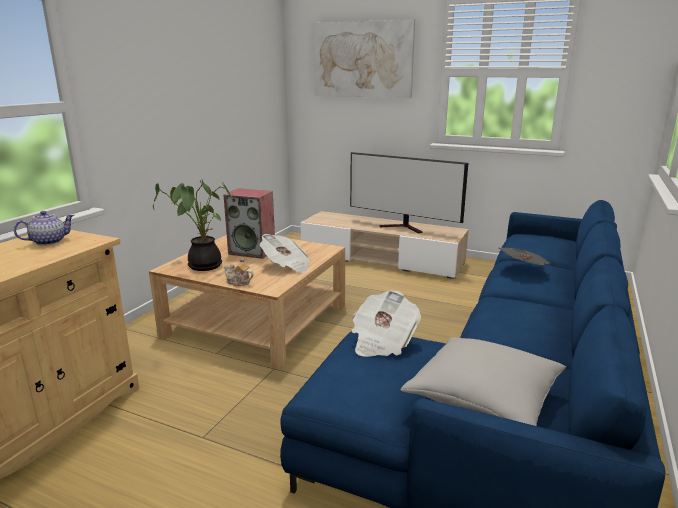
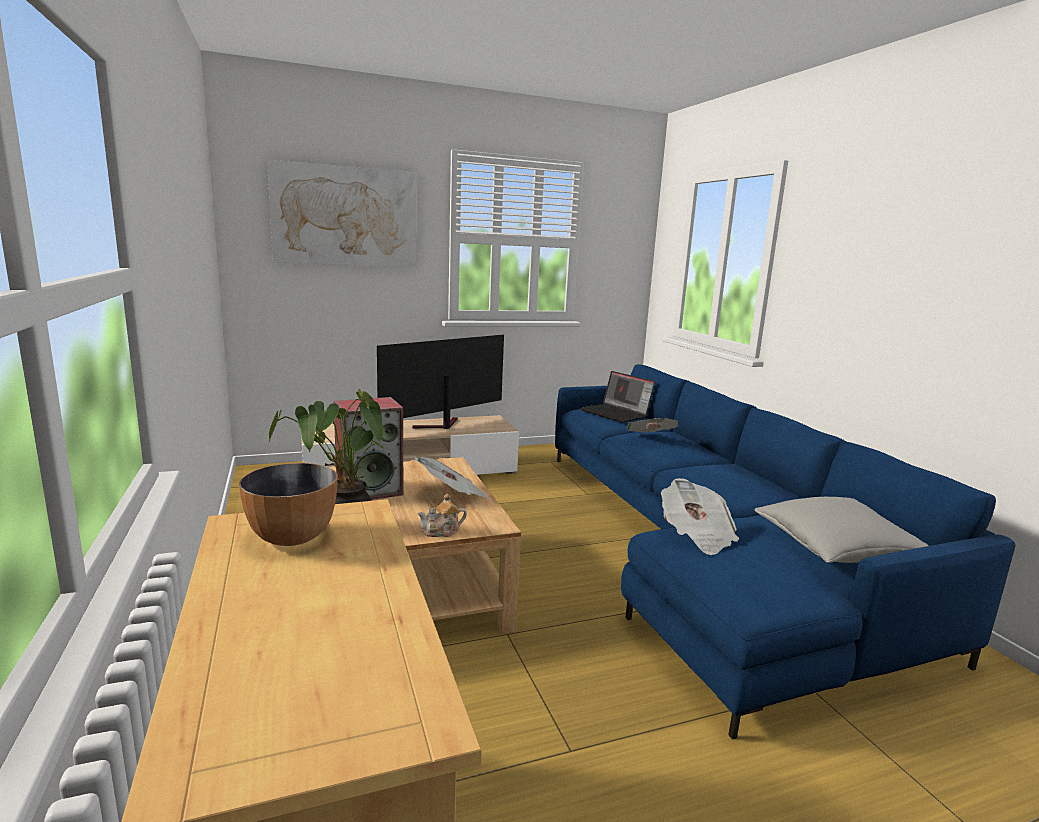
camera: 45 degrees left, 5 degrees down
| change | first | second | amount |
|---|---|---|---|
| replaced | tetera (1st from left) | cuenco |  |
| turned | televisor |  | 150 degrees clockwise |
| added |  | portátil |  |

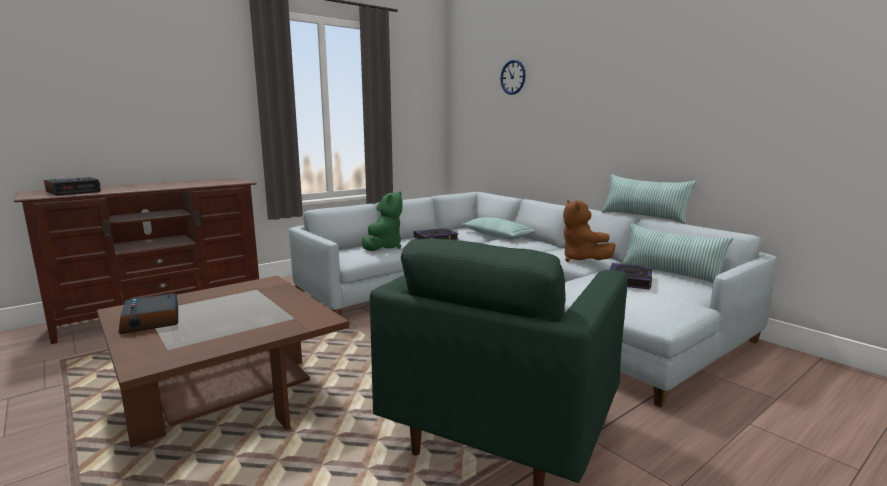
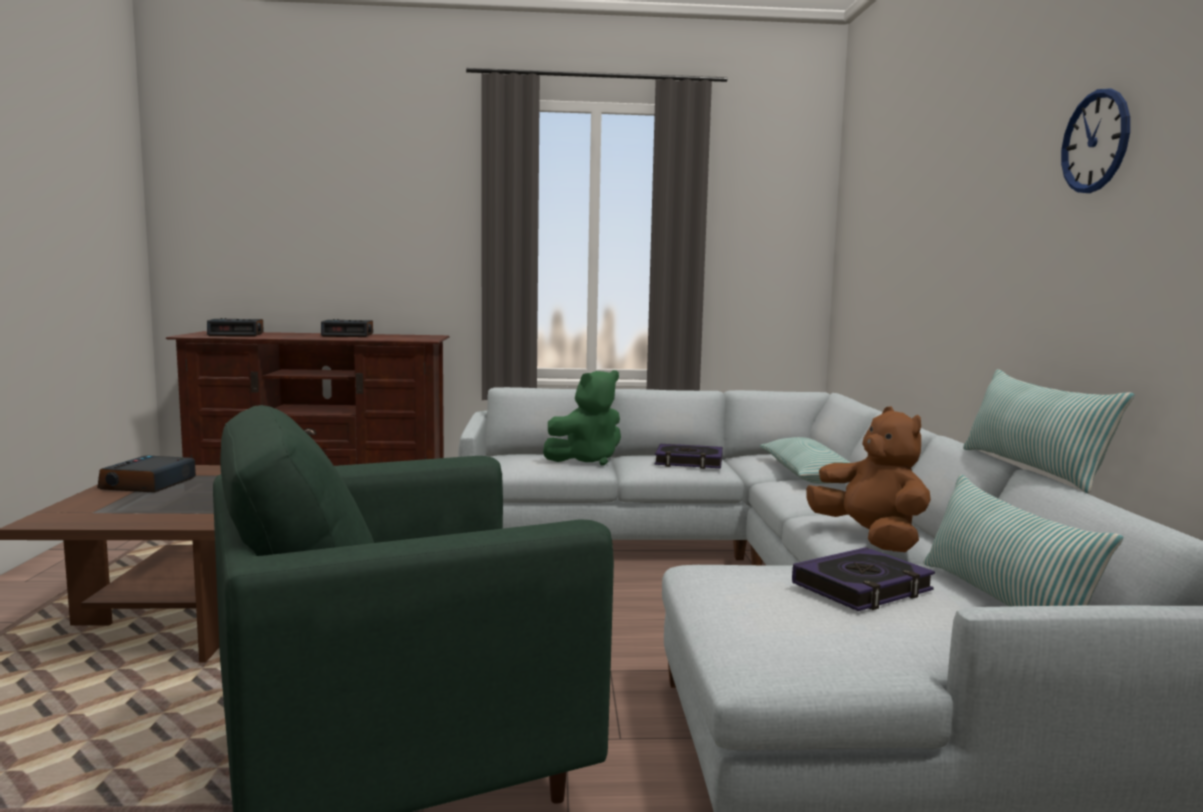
camera: 35 degrees right, 5 degrees down
| change | first | second | amount |
|---|---|---|---|
| added |  | despertador (3rd from left) |  |
| turned | peluche (marrón) |  | 135 degrees clockwise |
| moved | reloj de pared |  |  |

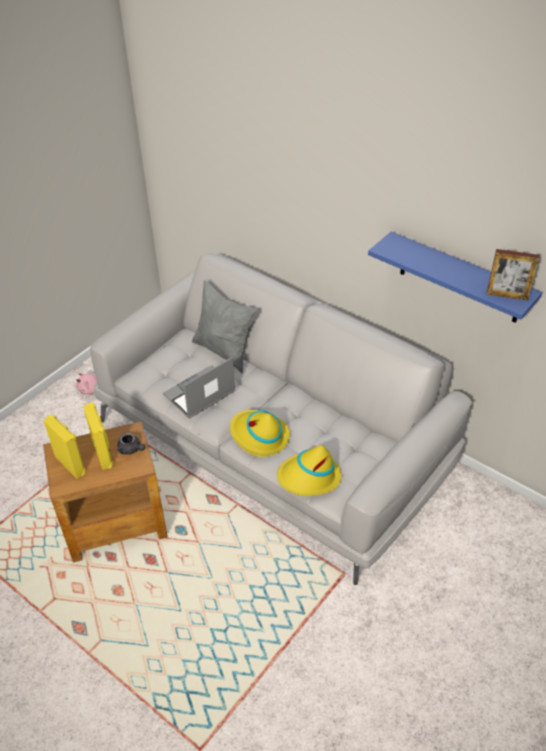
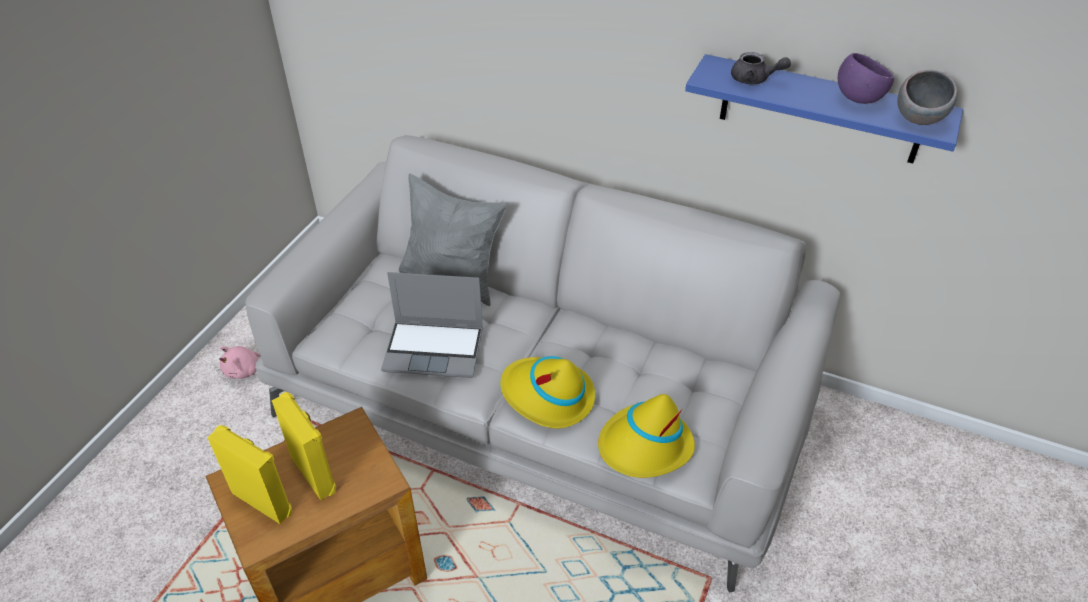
camera: 15 degrees left, 0 degrees up
| change | first | second | amount |
|---|---|---|---|
| turned | portátil |  | 120 degrees counterclockwise |
| moved | tetera (gris) |  |  |
| added |  | cuenco (morado) |  |
| replaced | portarretratos | cuenco (gris) |  |

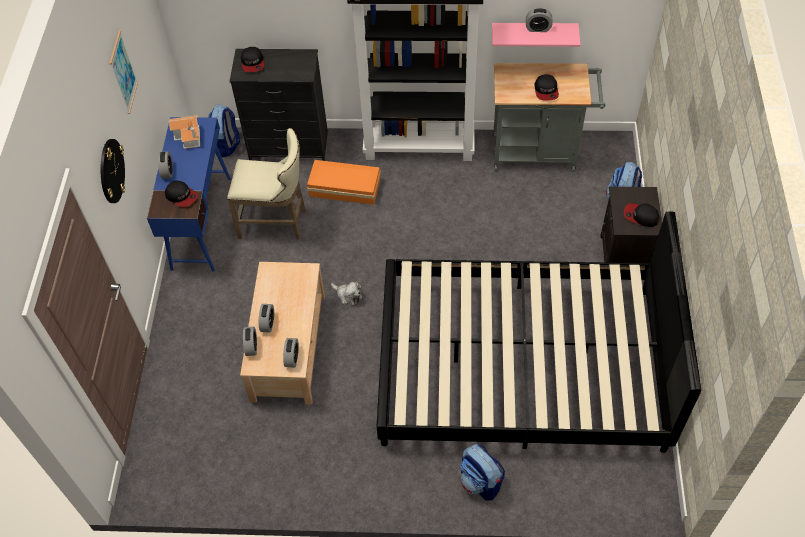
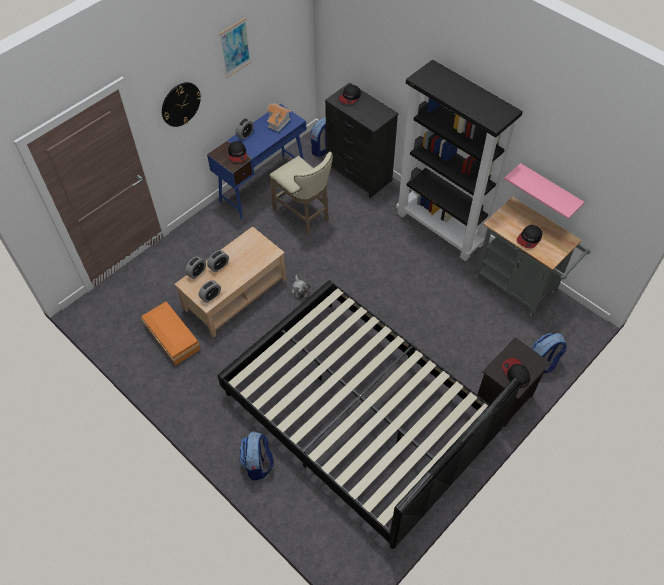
camera: 40 degrees right, 0 degrees up
| change | first | second | amount |
|---|---|---|---|
| moved | caja de almacenaje (naranja) |  |  |
| removed | despertador (5th from left) |  |  |

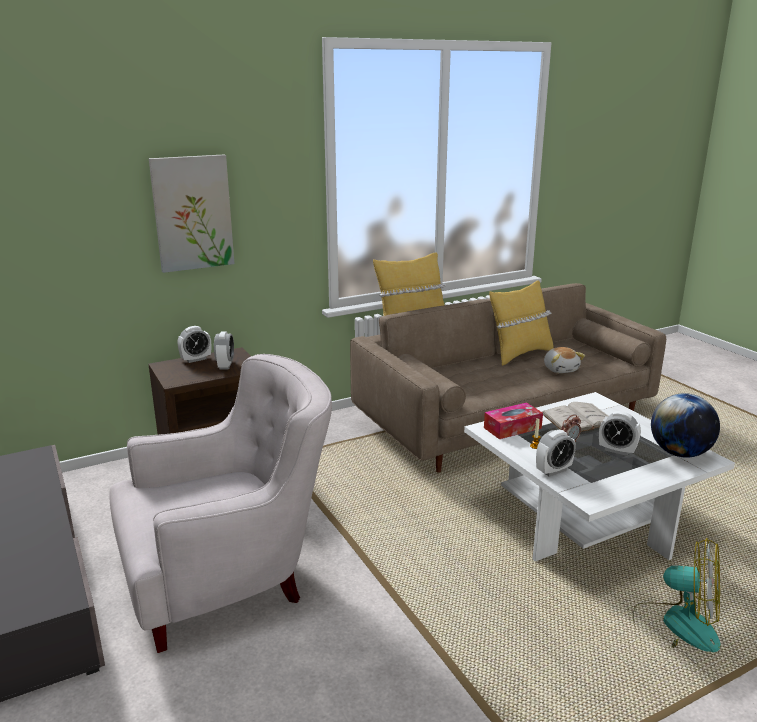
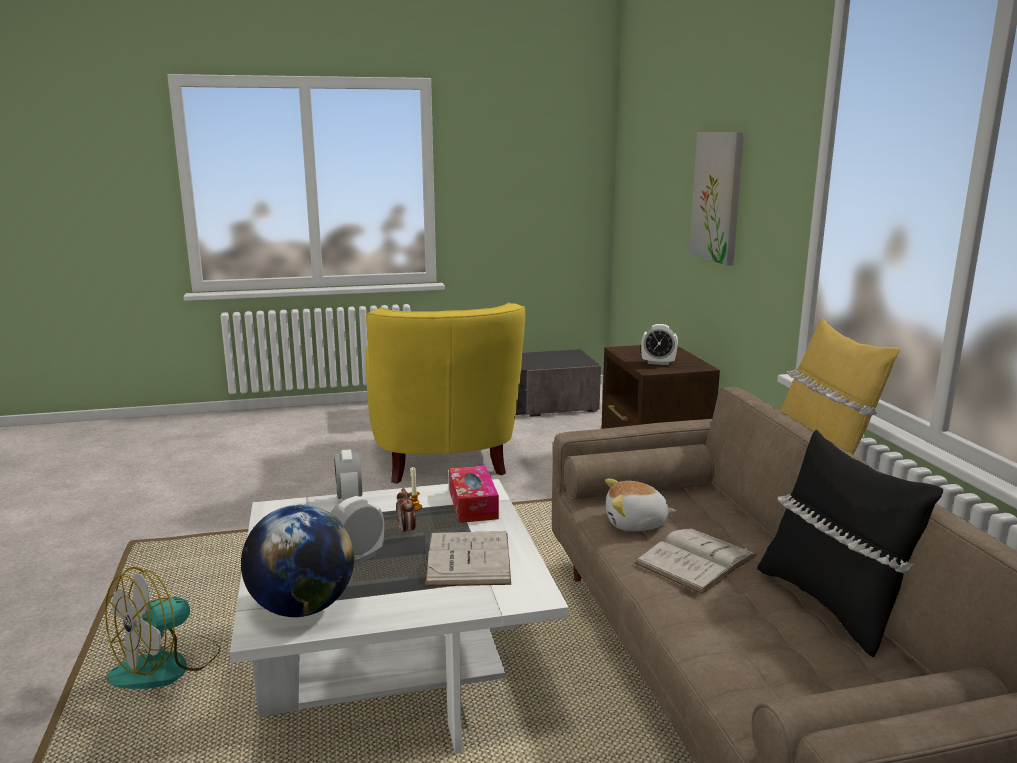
camera: 105 degrees right, 5 degrees down
| change | first | second | amount |
|---|---|---|---|
| recoloured | sillón (blanco) | sillón (amarillo) |  |
| moved | peluche |  |  |
| added |  | libro (blanco) (2nd from left) |  |
| recoloured | cojín (amarillo) (2nd from left) | cojín (negro) |  |
| removed | despertador (1st from left) |  |  |

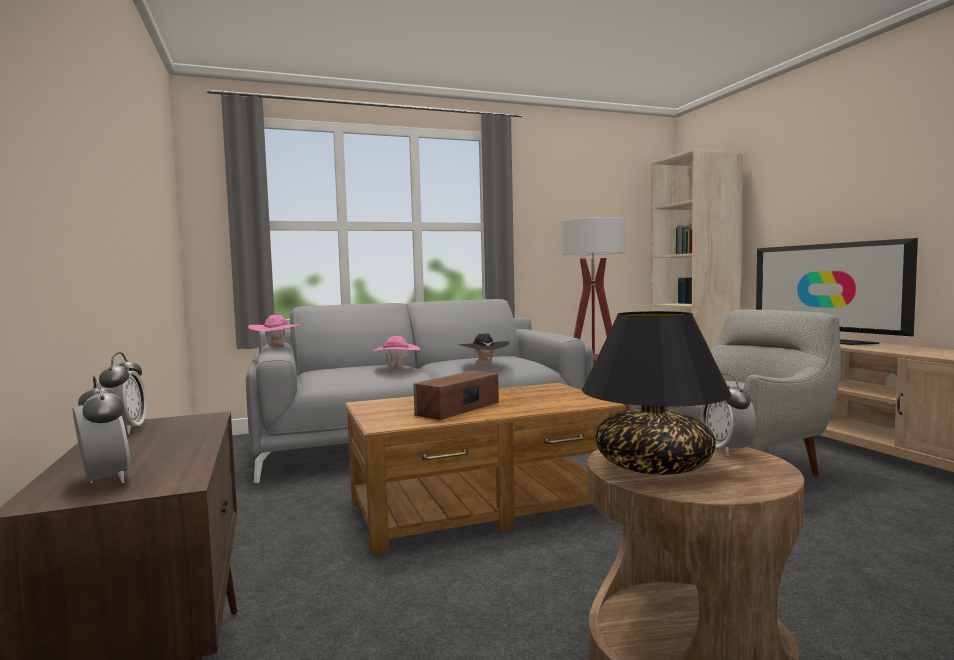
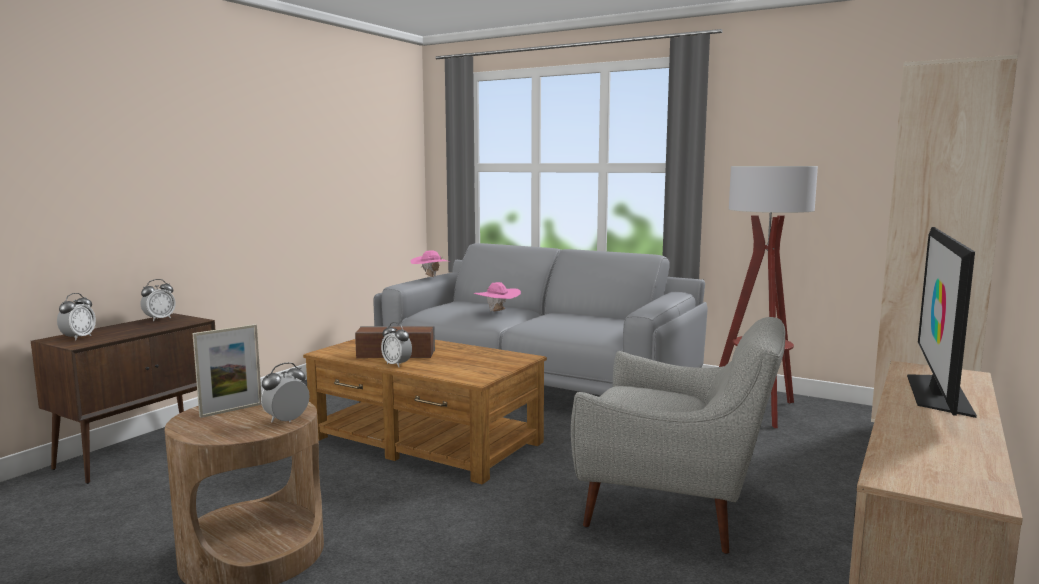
camera: 50 degrees right, 5 degrees up
| change | first | second | amount |
|---|---|---|---|
| replaced | lámpara de mesa (negro) | portarretratos |  |
| added |  | despertador (4th from left) |  |
| removed | sombrero (negro) |  |  |

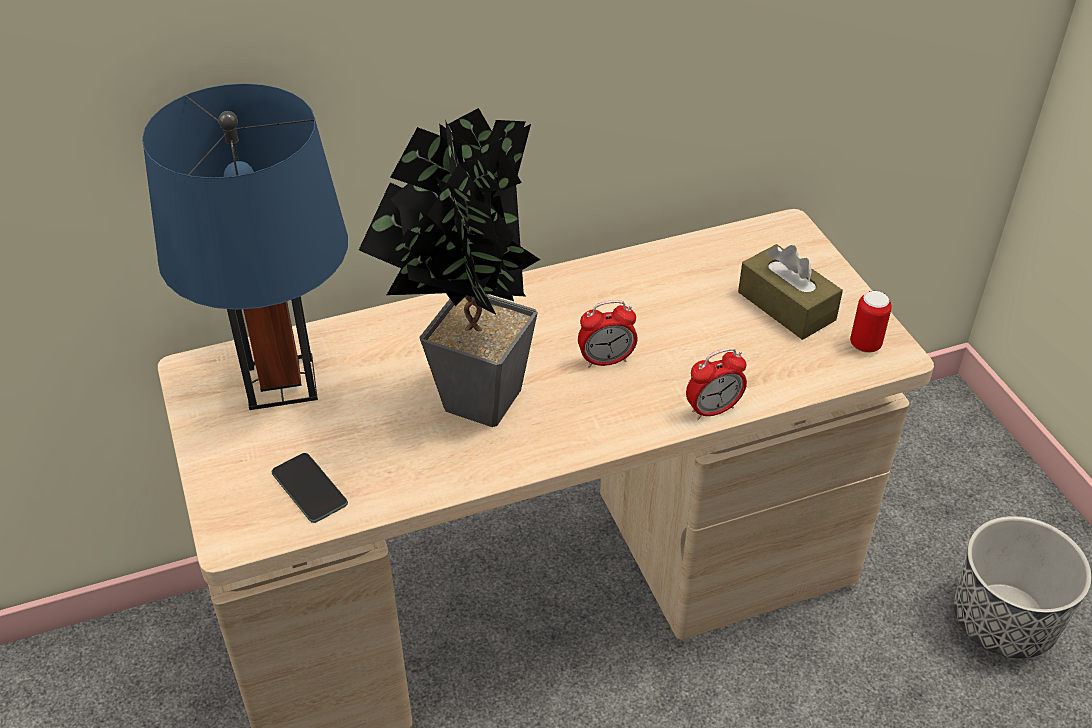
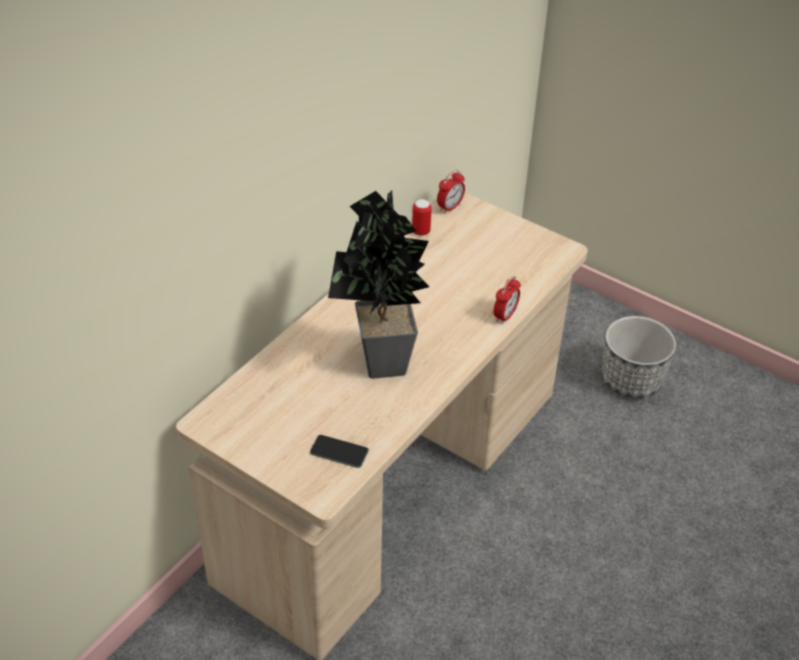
camera: 35 degrees left, 0 degrees up
| change | first | second | amount |
|---|---|---|---|
| moved | lata |  |  |
| moved | despertador (1st from left) |  |  |
| removed | lámpara de mesa (azul) |  |  |
| removed | caja de pañuelos (marrón) |  |  |

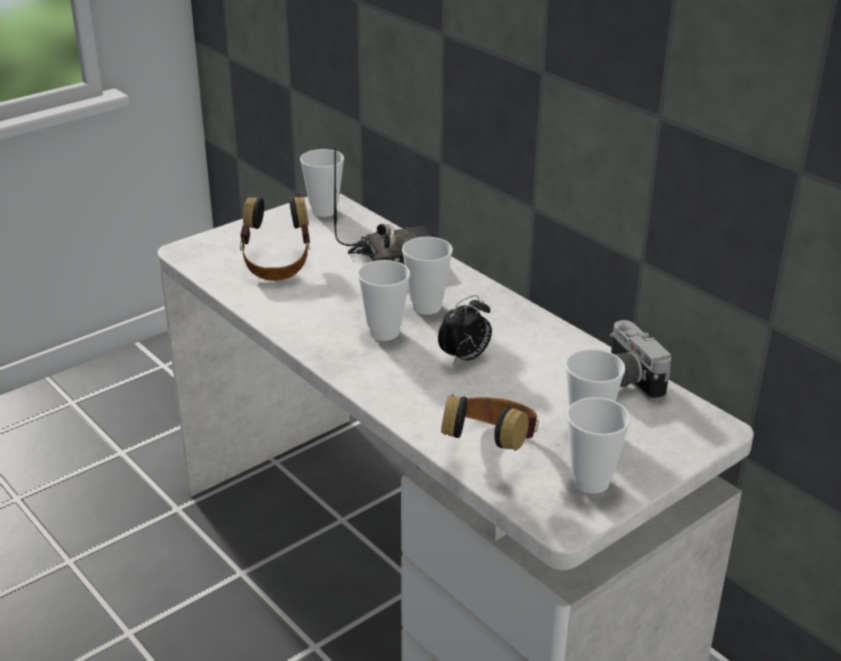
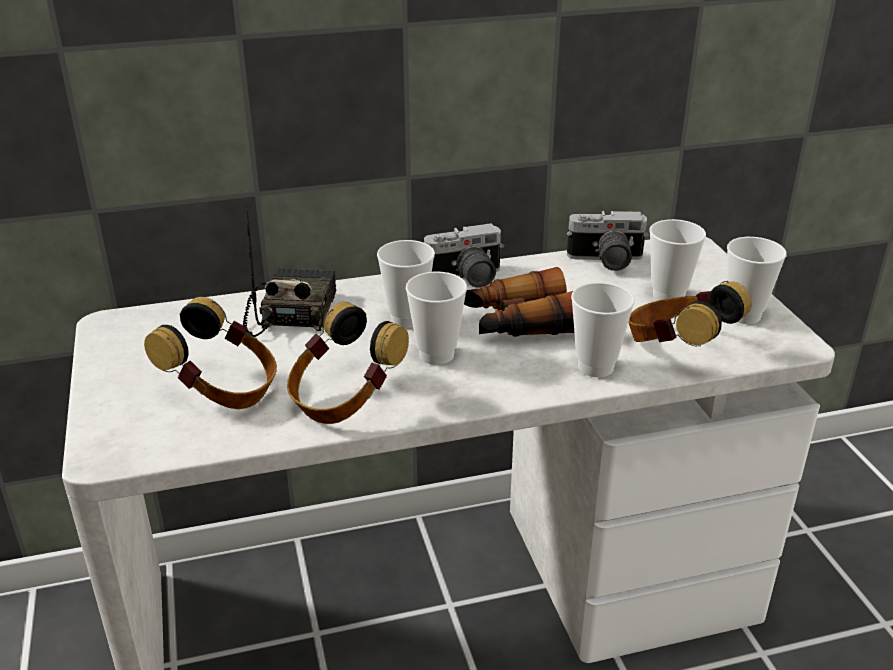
camera: 65 degrees left, 0 degrees up
| change | first | second | amount |
|---|---|---|---|
| added |  | auriculares (2nd from left) |  |
| added |  | cámara (1st from left) |  |
| replaced | despertador | prismáticos |  |
| moved | taza (1st from left in the first image) | taza (3rd from left) |  |

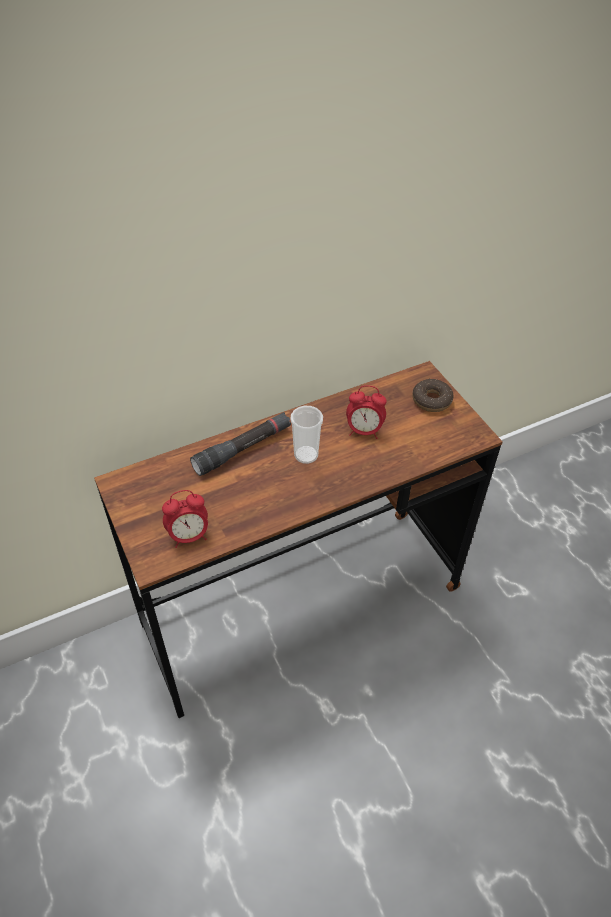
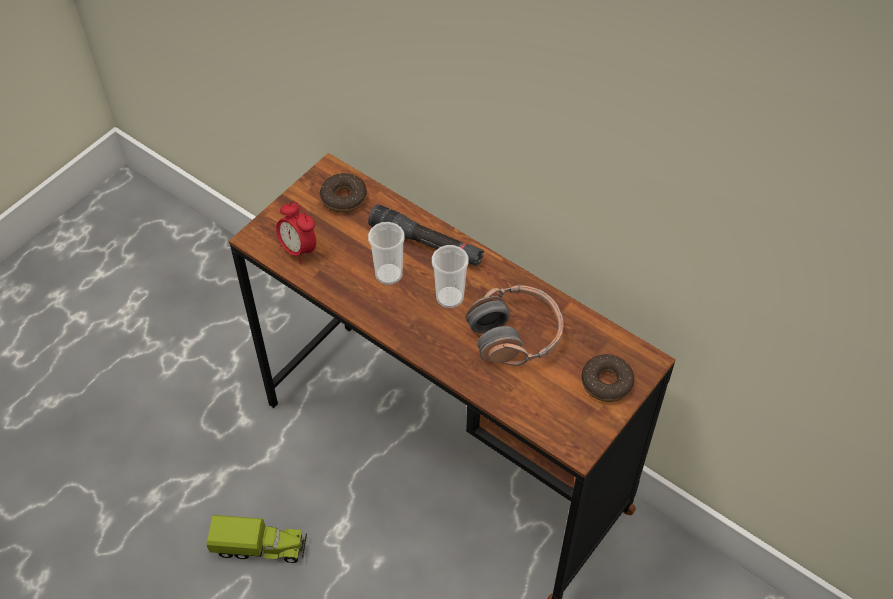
camera: 65 degrees right, 5 degrees up
| change | first | second | amount |
|---|---|---|---|
| added |  | camión de juguete |  |
| added |  | rosquilla (1st from left) |  |
| added |  | taza (1st from left) |  |
| replaced | despertador (2nd from left) | auriculares |  |

